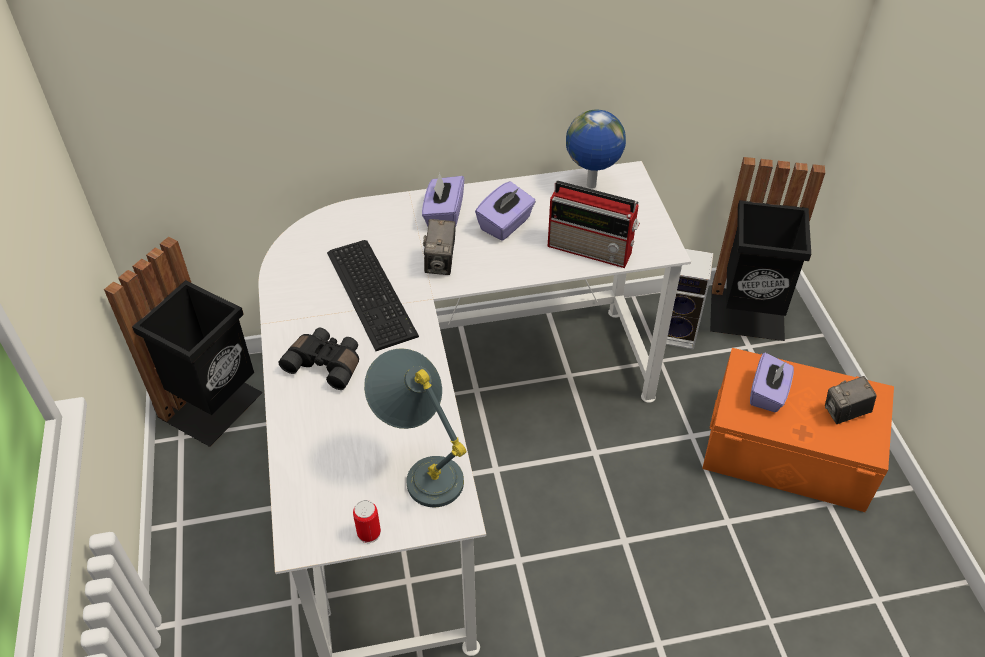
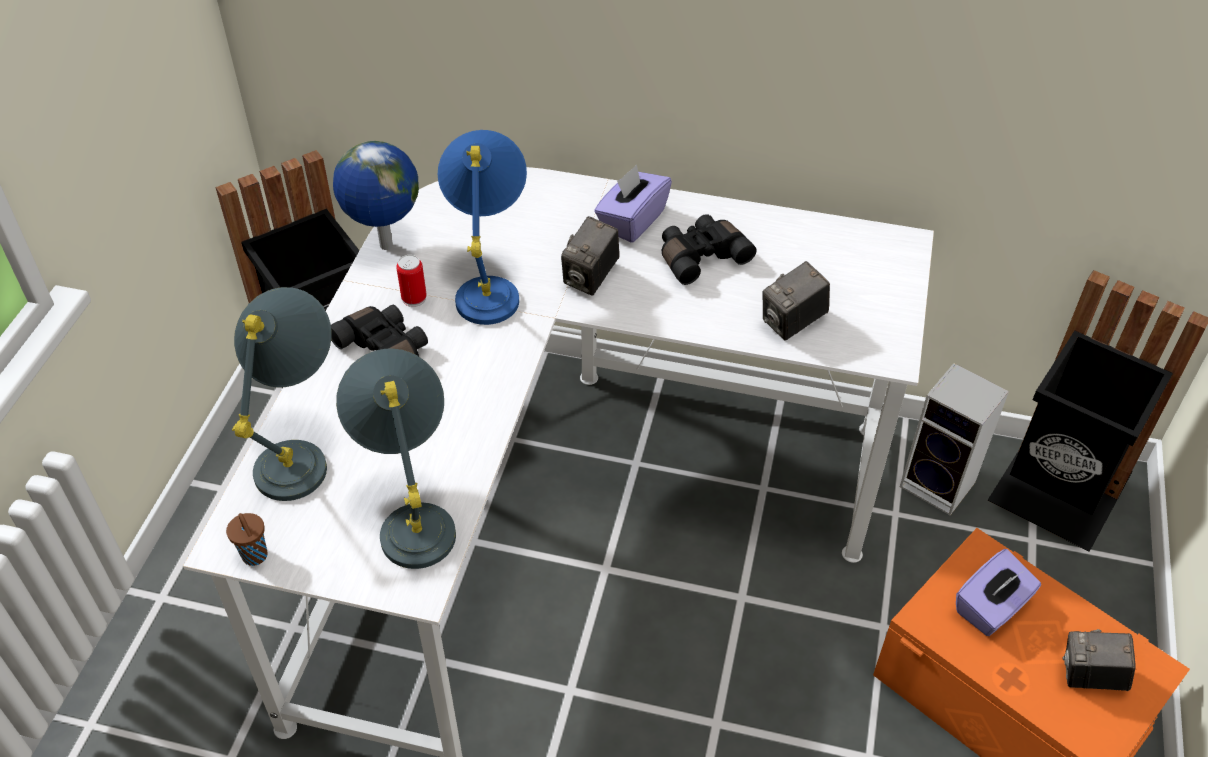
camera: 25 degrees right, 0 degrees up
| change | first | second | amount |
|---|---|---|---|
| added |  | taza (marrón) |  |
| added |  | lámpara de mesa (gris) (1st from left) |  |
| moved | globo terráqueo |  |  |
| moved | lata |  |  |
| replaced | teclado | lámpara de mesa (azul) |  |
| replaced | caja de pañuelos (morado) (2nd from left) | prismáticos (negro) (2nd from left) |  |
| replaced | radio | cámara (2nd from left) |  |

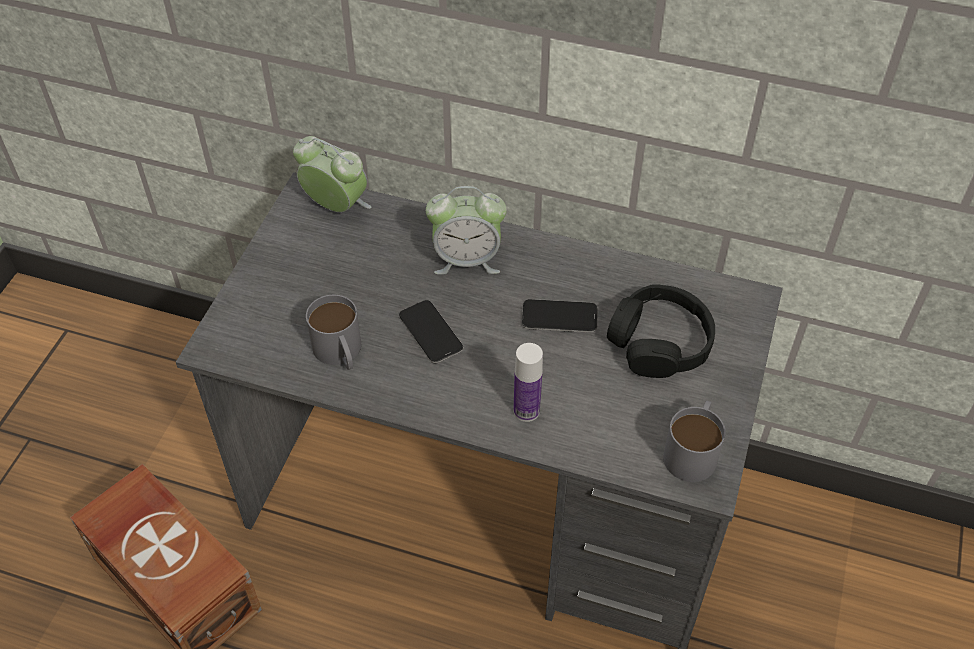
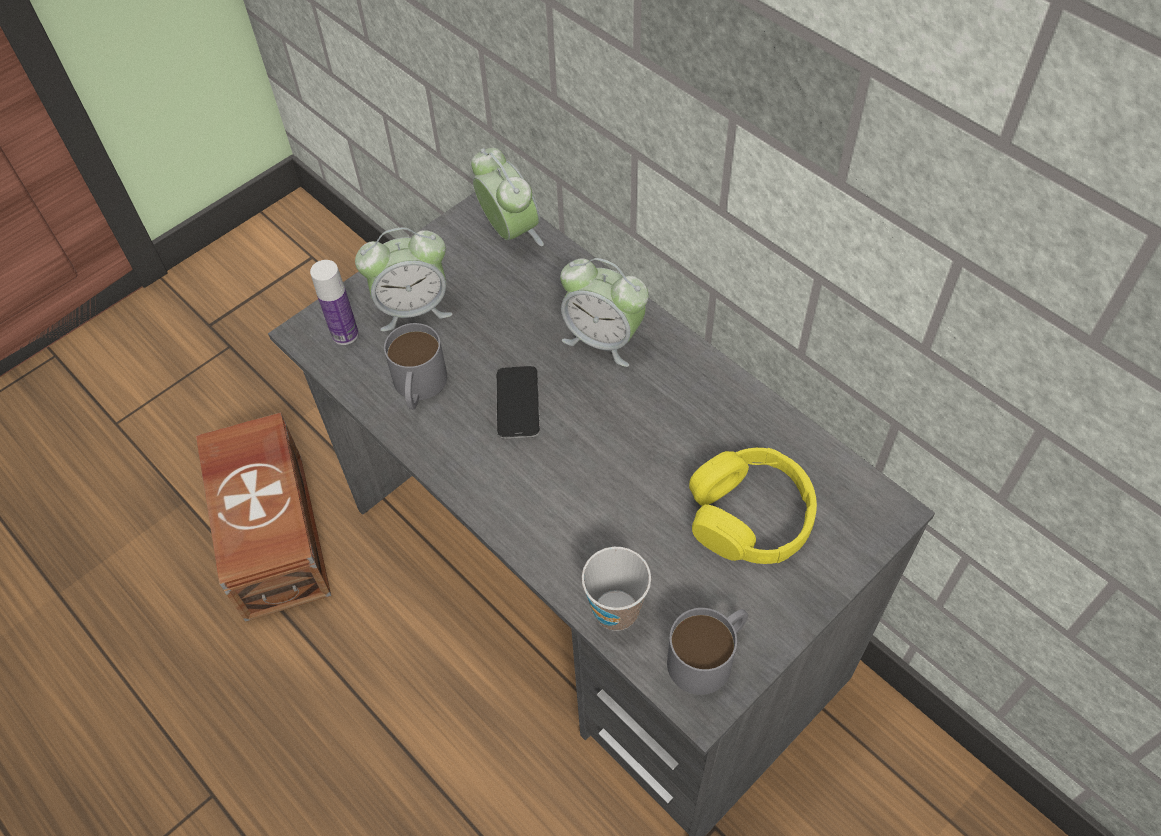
camera: 30 degrees right, 5 degrees up
| change | first | second | amount |
|---|---|---|---|
| moved | botella |  |  |
| added |  | despertador (1st from left) |  |
| added |  | taza |  |
| recoloured | auriculares (negro) | auriculares (amarillo) |  |
| removed | móvil (2nd from left) |  |  |

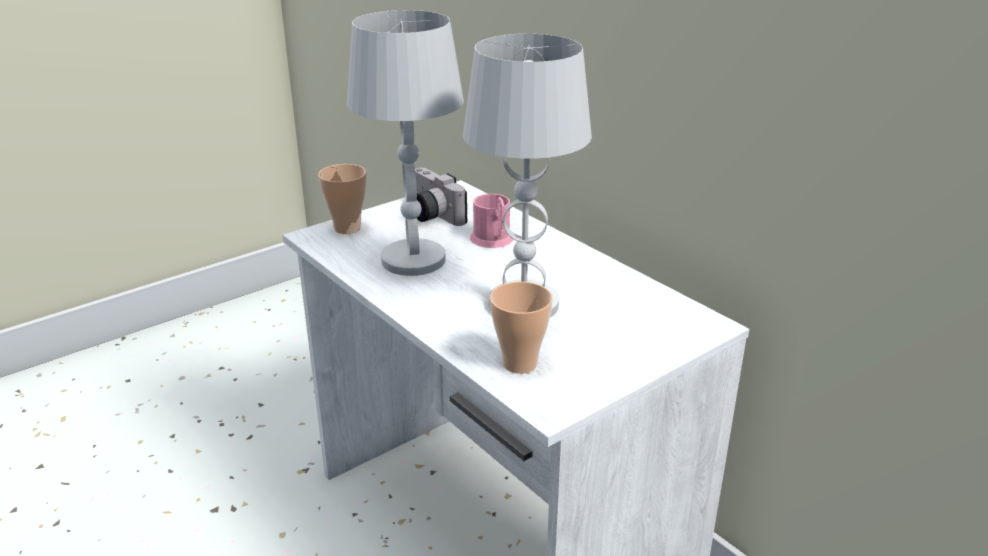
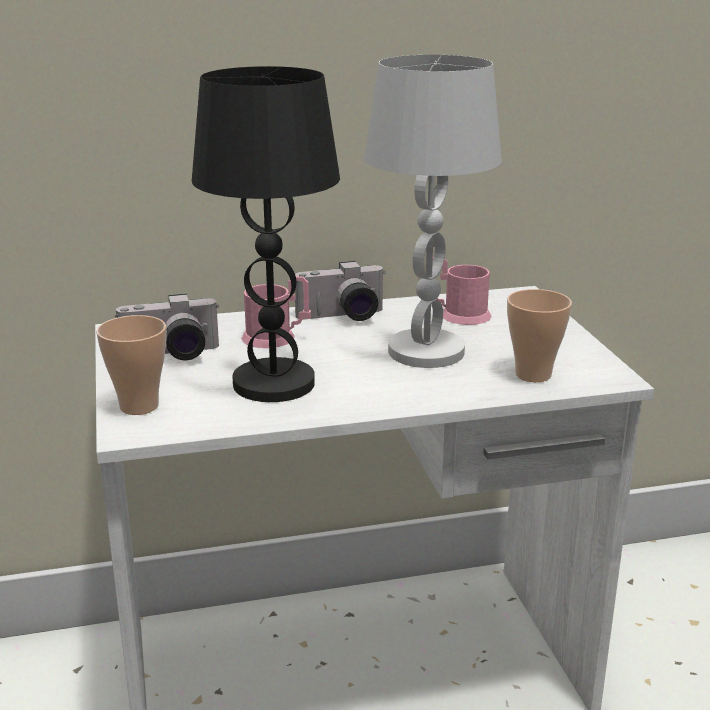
camera: 65 degrees left, 5 degrees down
| change | first | second | amount |
|---|---|---|---|
| recoloured | lámpara de mesa (blanco) (1st from left) | lámpara de mesa (negro) |  |
| added |  | cámara (2nd from left) |  |
| added |  | taza grande (rosa) (2nd from left) |  |

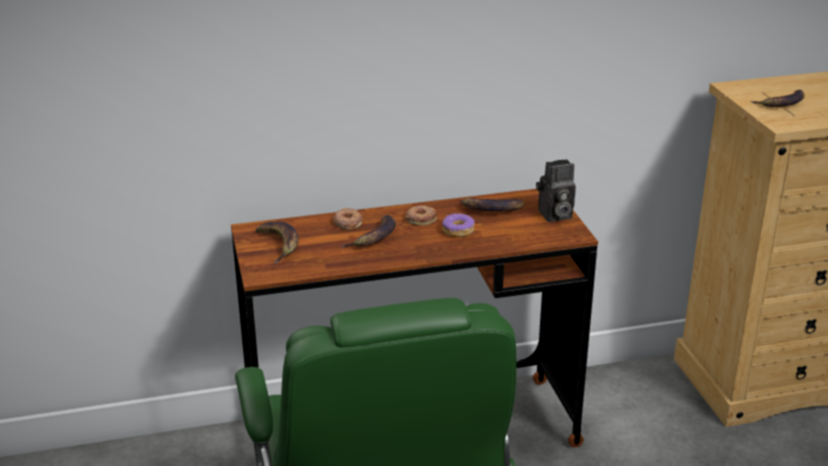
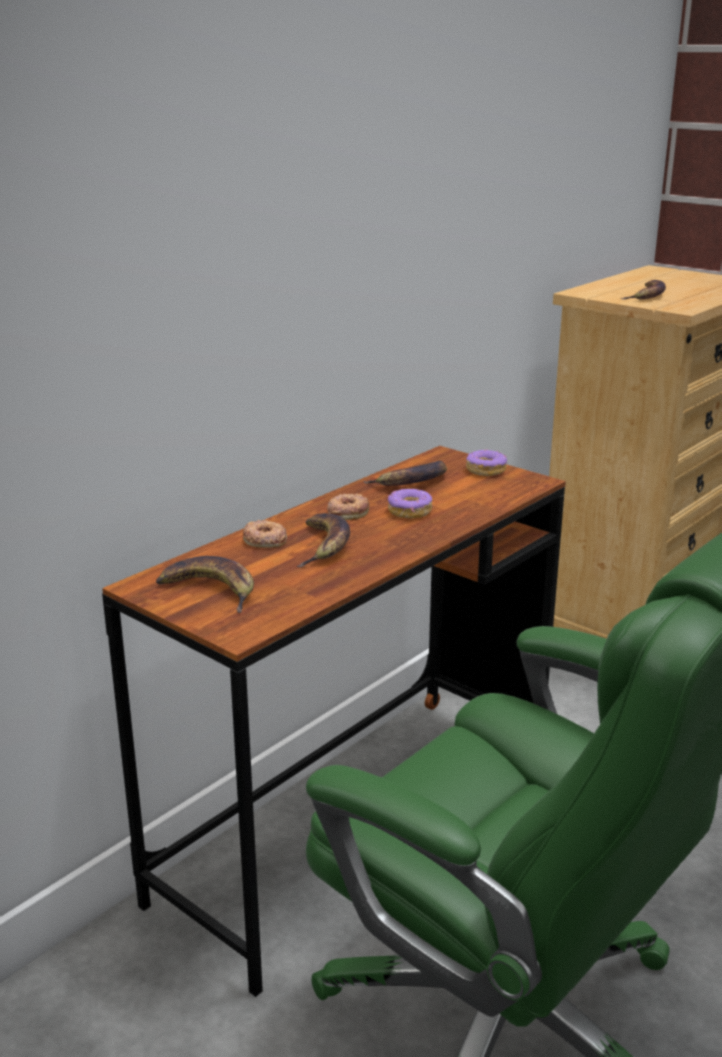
camera: 35 degrees left, 5 degrees down
| change | first | second | amount |
|---|---|---|---|
| replaced | cámara | rosquilla (4th from left) |  |

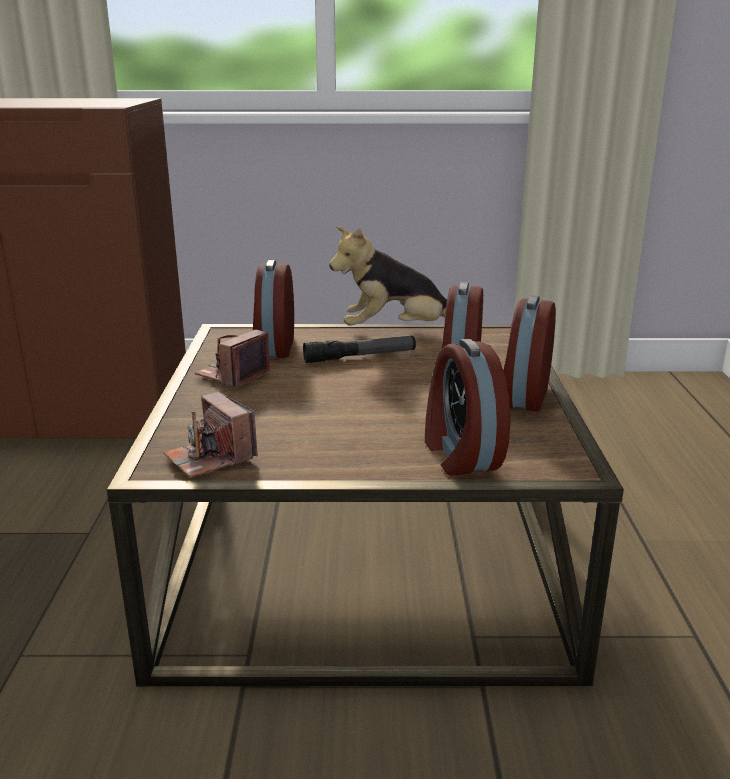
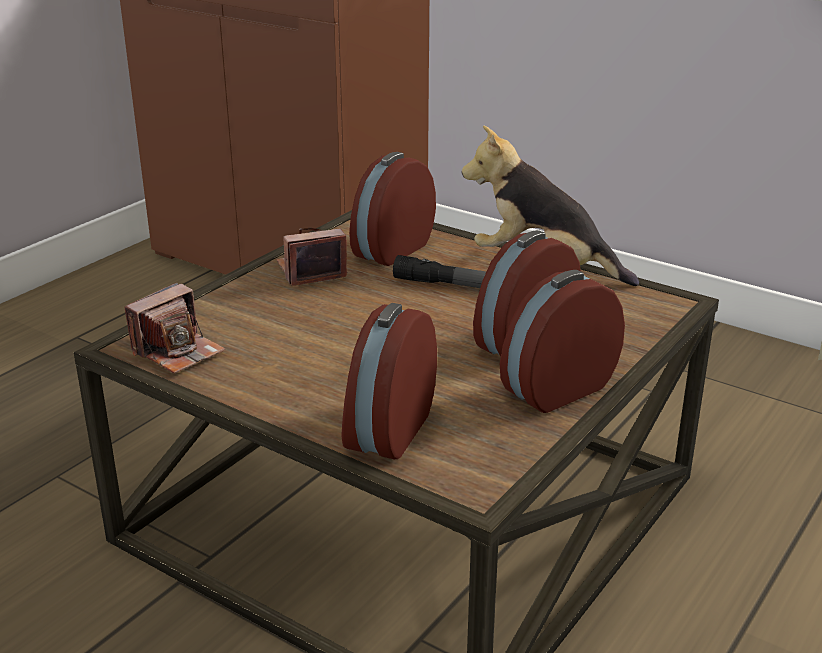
camera: 35 degrees right, 5 degrees up
| change | first | second | amount |
|---|---|---|---|
| turned | cámara (1st from left) |  | 135 degrees counterclockwise |

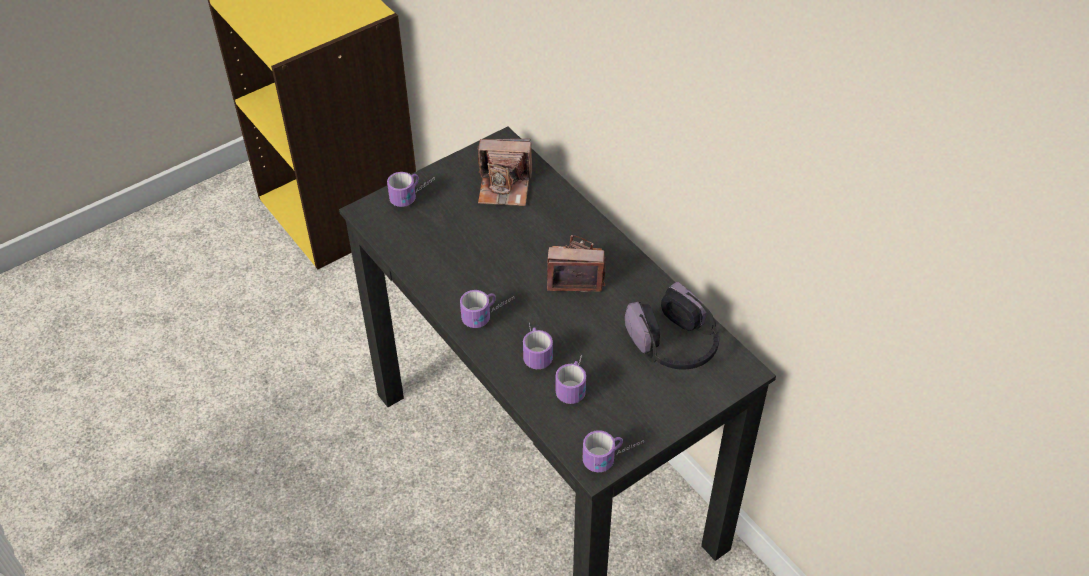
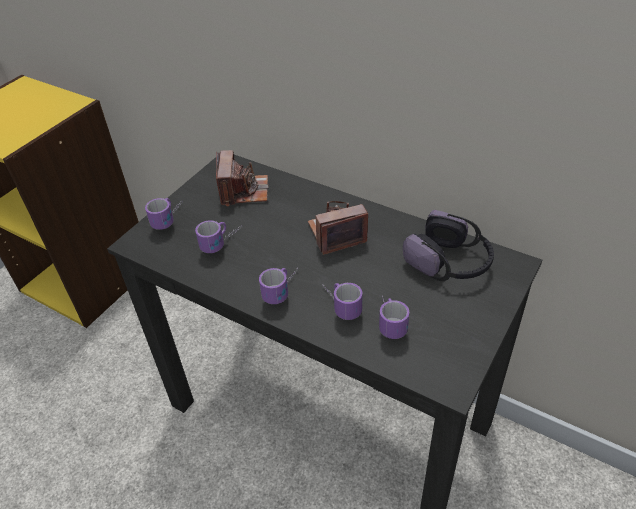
camera: 20 degrees left, 5 degrees down
| change | first | second | amount |
|---|---|---|---|
| moved | taza grande (5th from left in the first image) | taza grande (2nd from left) |  |
| turned | cámara (1st from left) |  | 75 degrees counterclockwise |

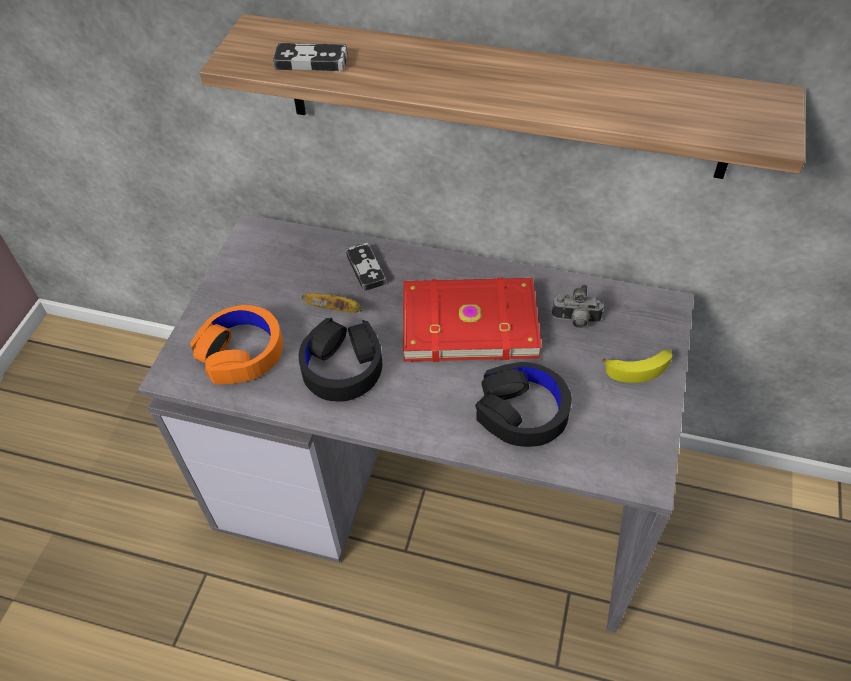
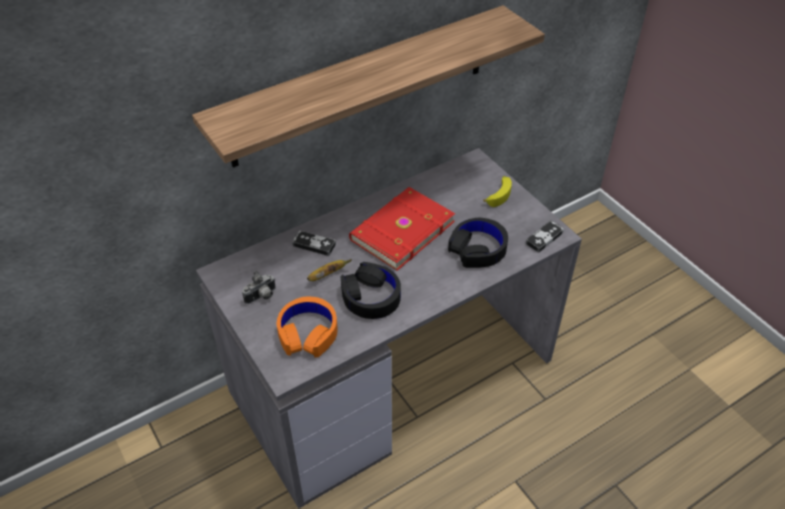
camera: 50 degrees left, 5 degrees down
| change | first | second | amount |
|---|---|---|---|
| moved | cámara |  |  |
| moved | mando de consola (1st from left in the first image) | mando de consola (2nd from left) |  |

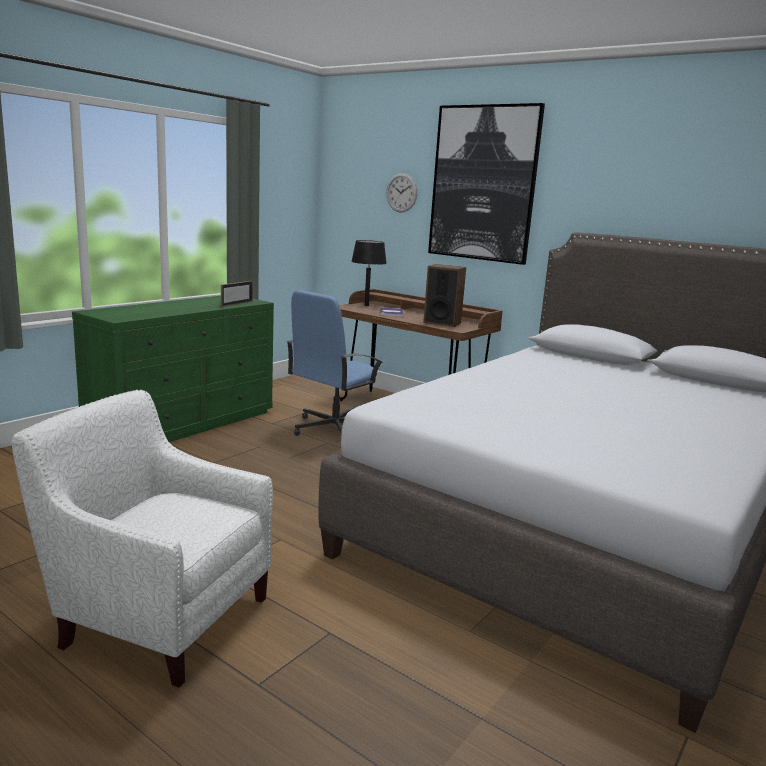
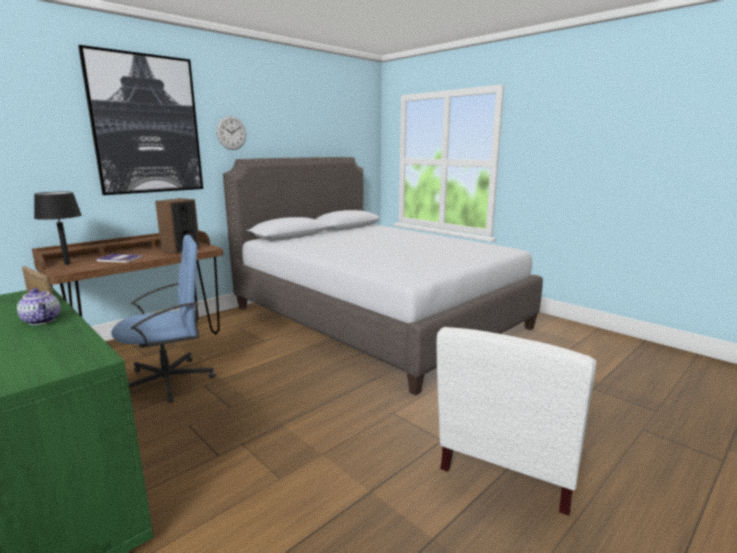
camera: 80 degrees left, 0 degrees up
| change | first | second | amount |
|---|---|---|---|
| added |  | tetera |  |
| turned | silla de oficina (azul) |  | 75 degrees counterclockwise |
| moved | reloj de pared |  |  |

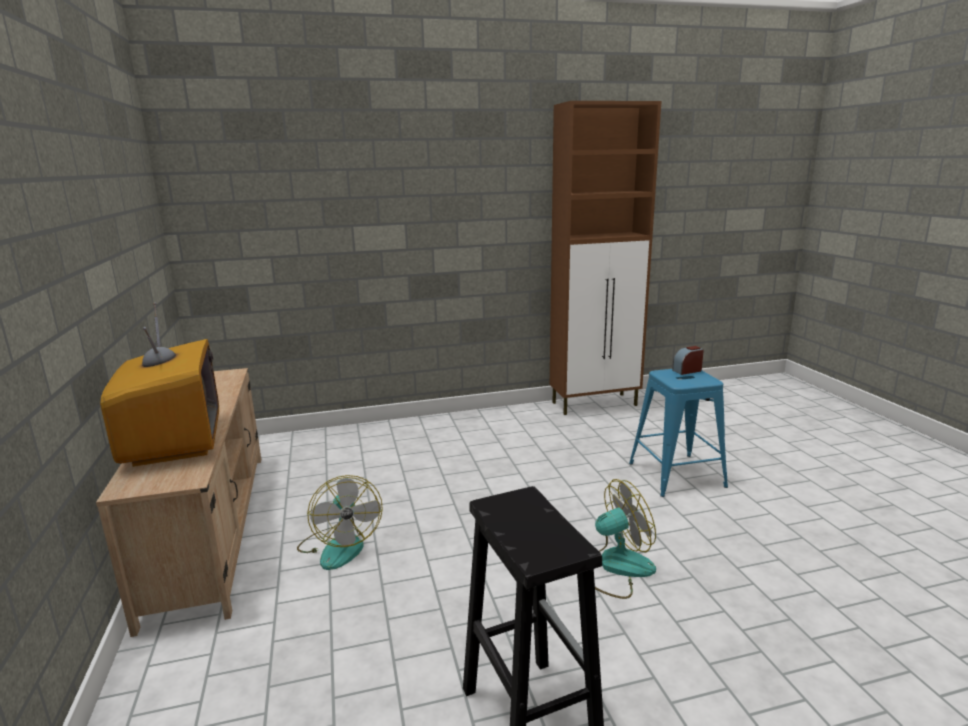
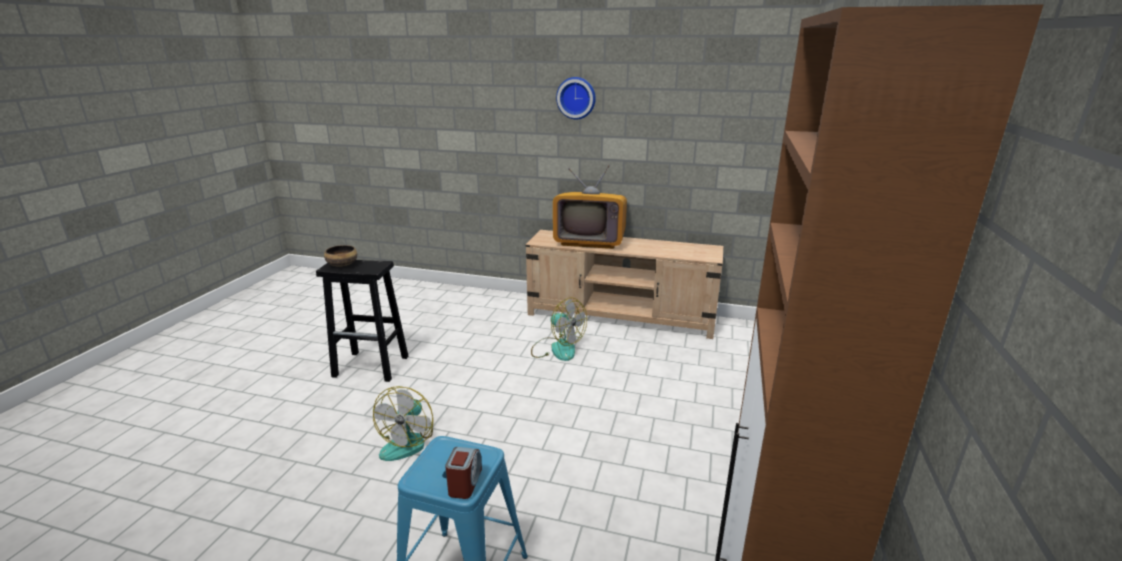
camera: 120 degrees right, 5 degrees up
| change | first | second | amount |
|---|---|---|---|
| added |  | cuenco |  |
| turned | ventilador (1st from left in the first image) | ventilador (2nd from left) | 150 degrees counterclockwise |
| added |  | reloj de pared |  |

